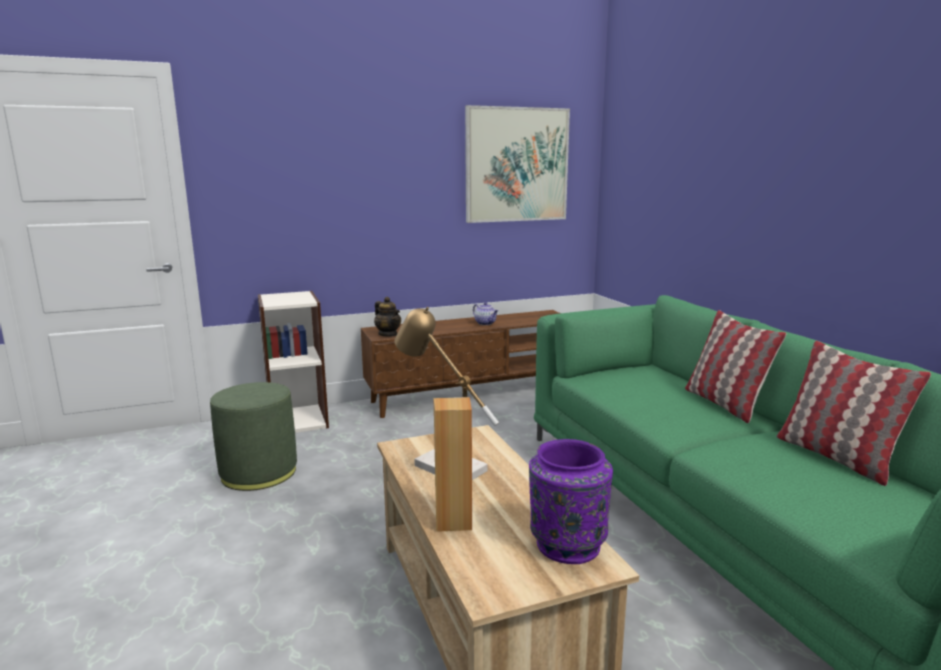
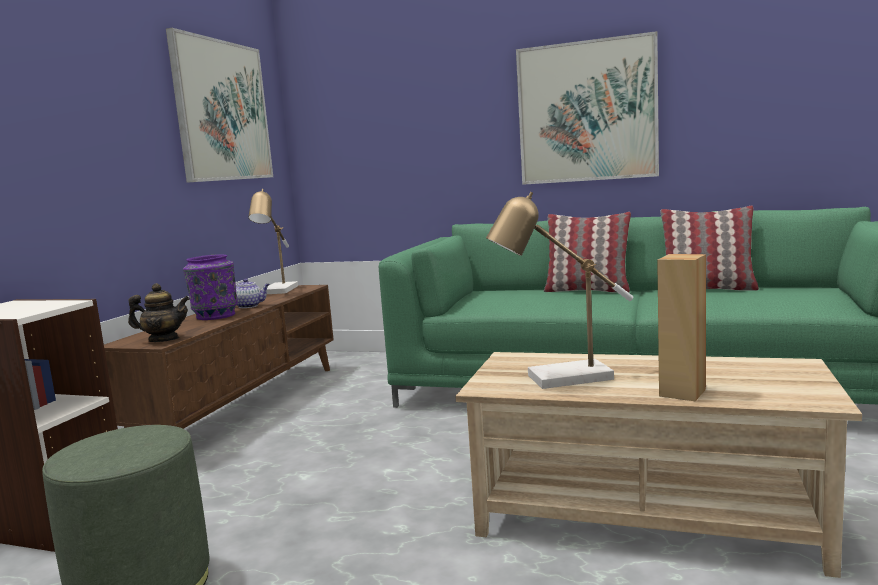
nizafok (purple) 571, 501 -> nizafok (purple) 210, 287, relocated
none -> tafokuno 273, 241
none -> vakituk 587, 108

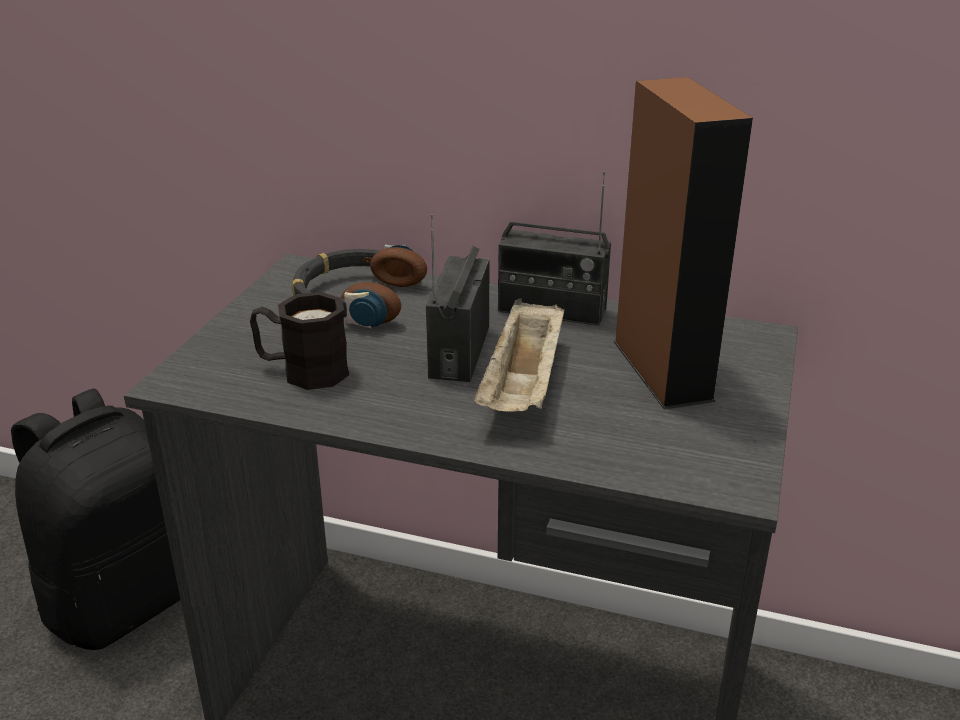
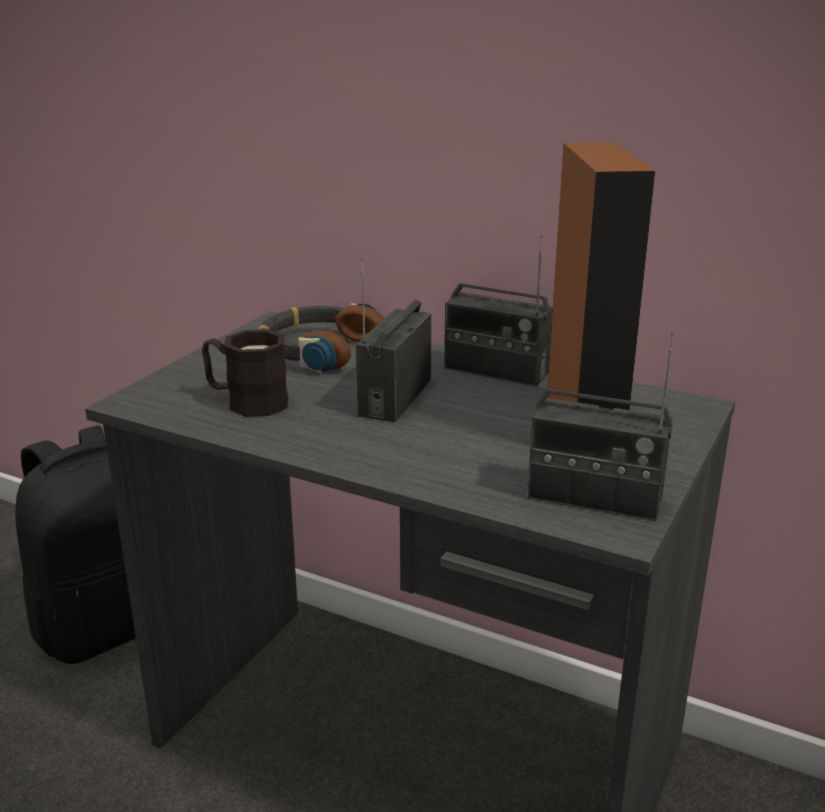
none -> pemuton 600, 426
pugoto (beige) 519, 355 -> none

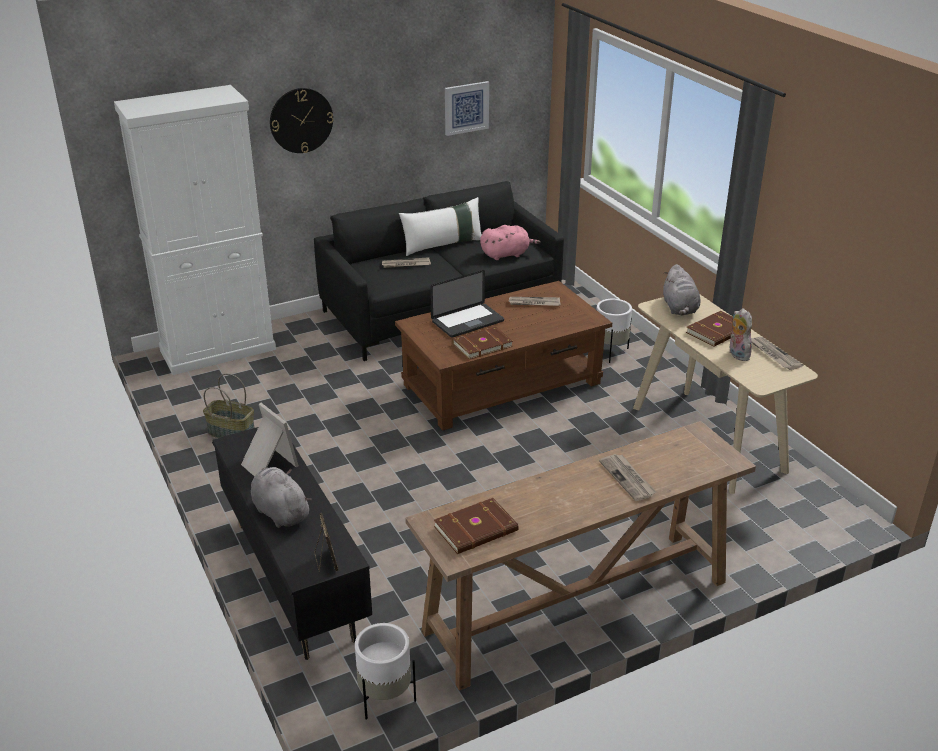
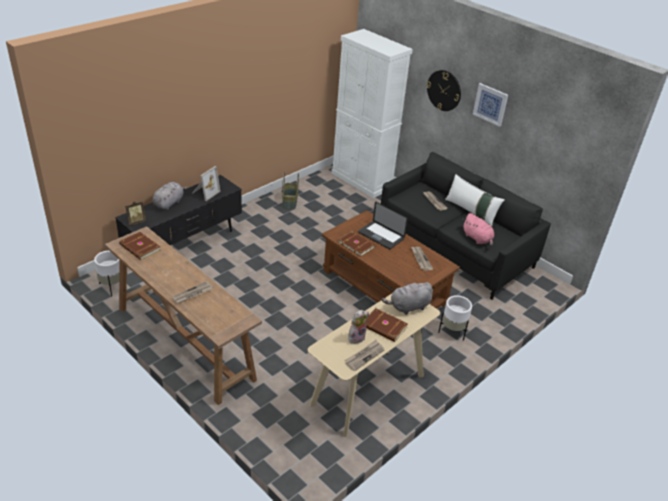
vakituk 467, 108 -> vakituk 490, 105, relocated

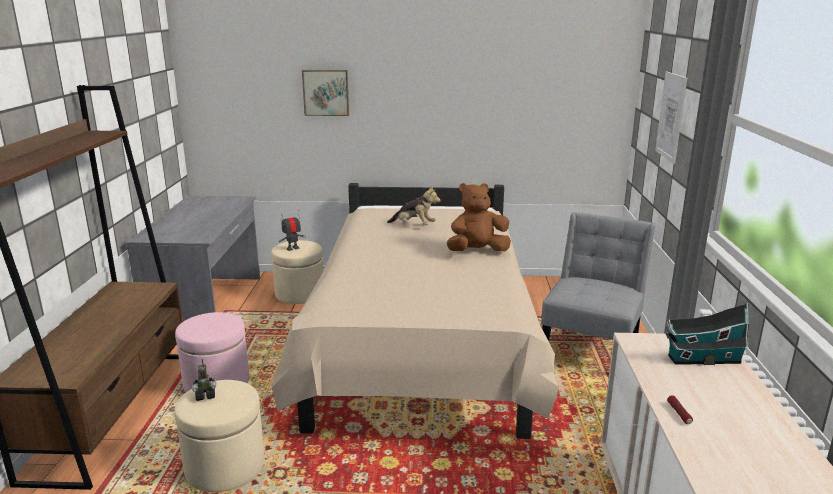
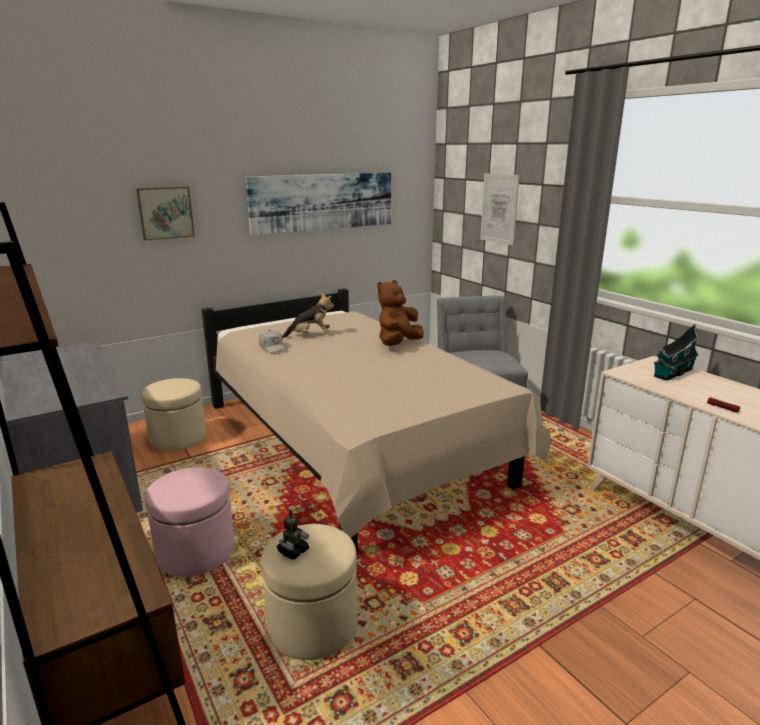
none -> vakituk 318, 204
none -> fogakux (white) 273, 341
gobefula 292, 231 -> none

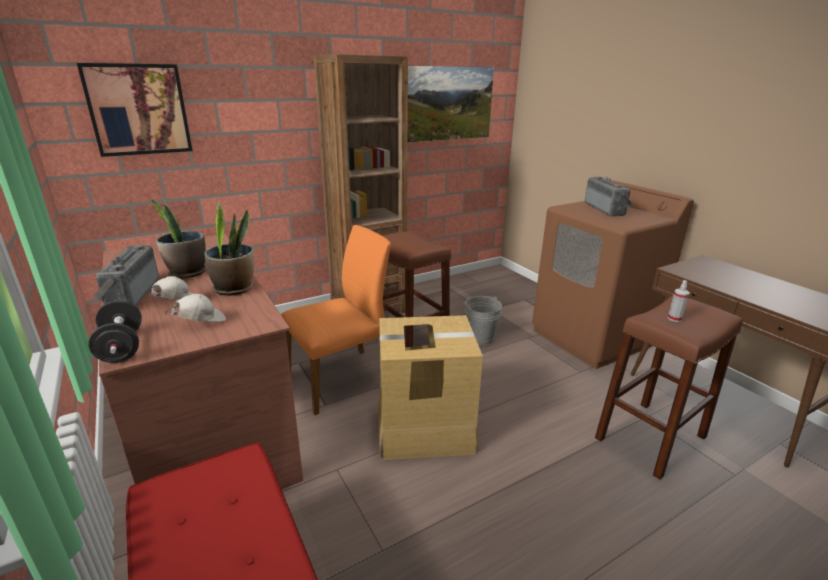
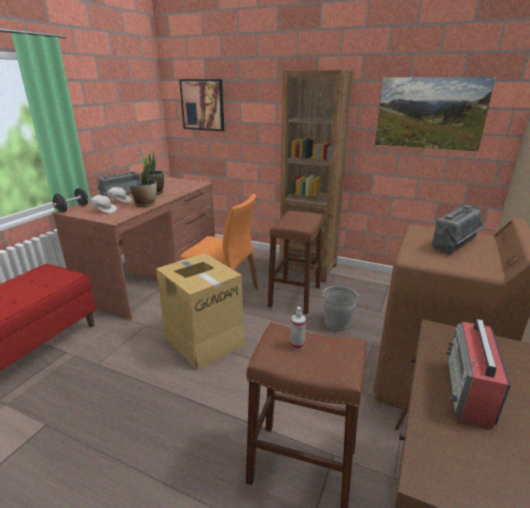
none -> pemuton 478, 374

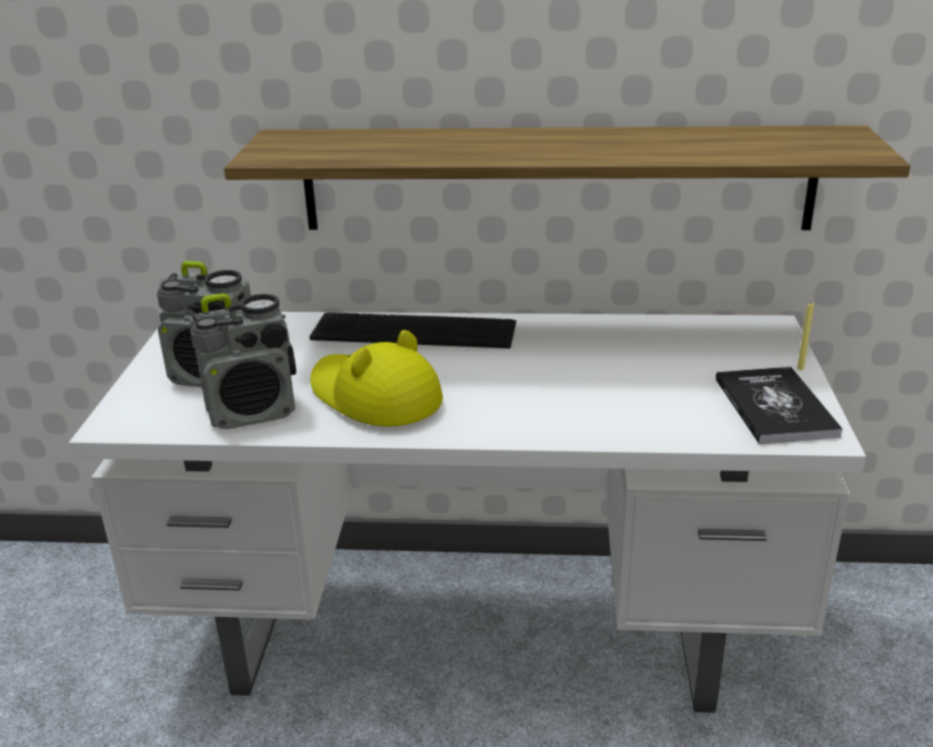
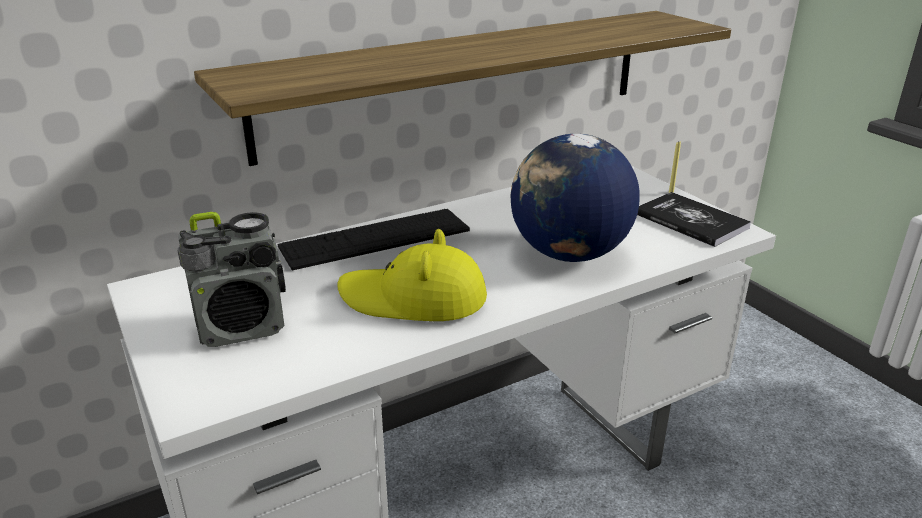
none -> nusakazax 575, 198
pemuton 243, 361 -> none

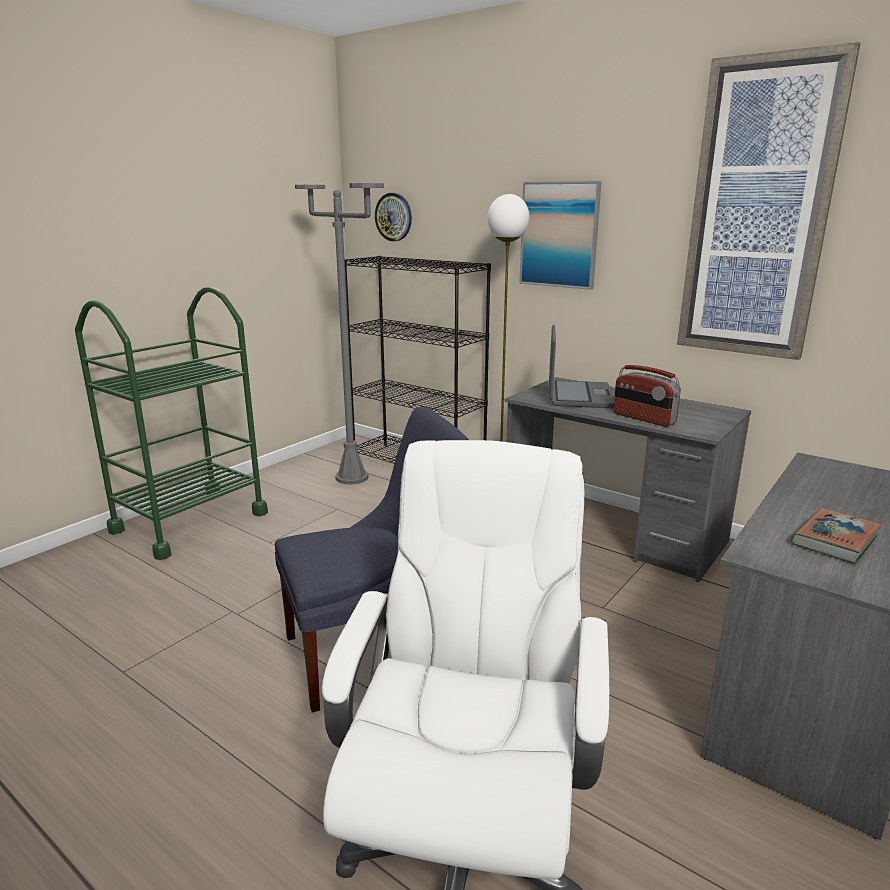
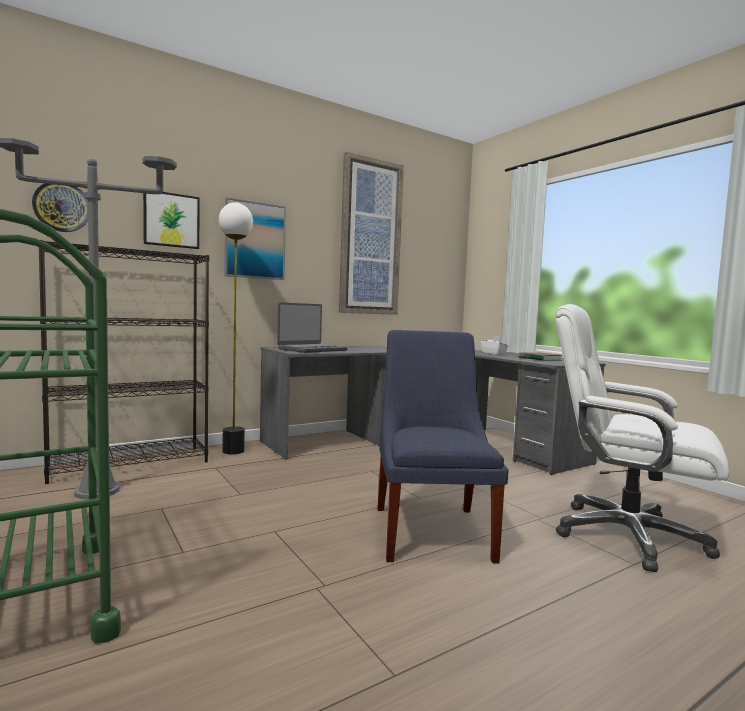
none -> vakituk 171, 220
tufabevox 581, 366 -> tufabevox 312, 327, 105 degrees clockwise
none -> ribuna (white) 494, 345
pemuton 647, 396 -> none

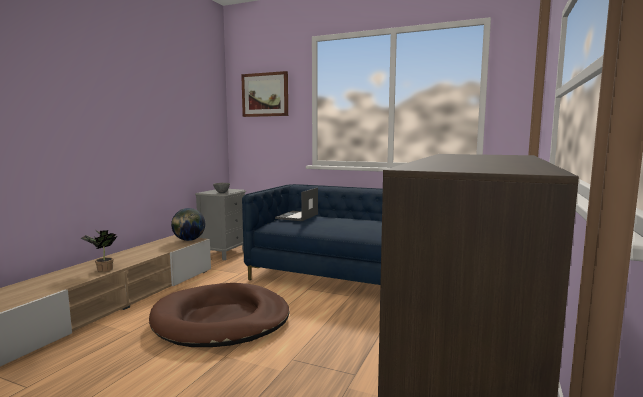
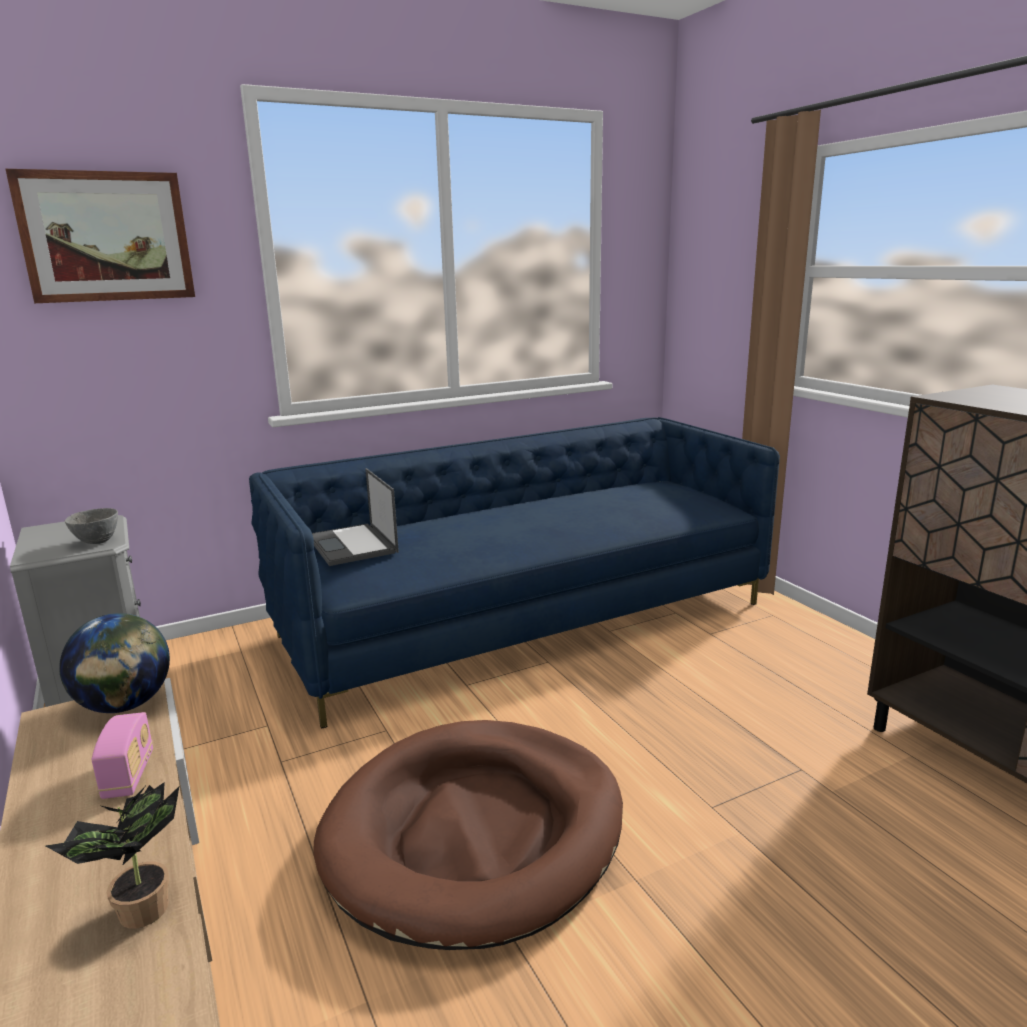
none -> pemuton 122, 755

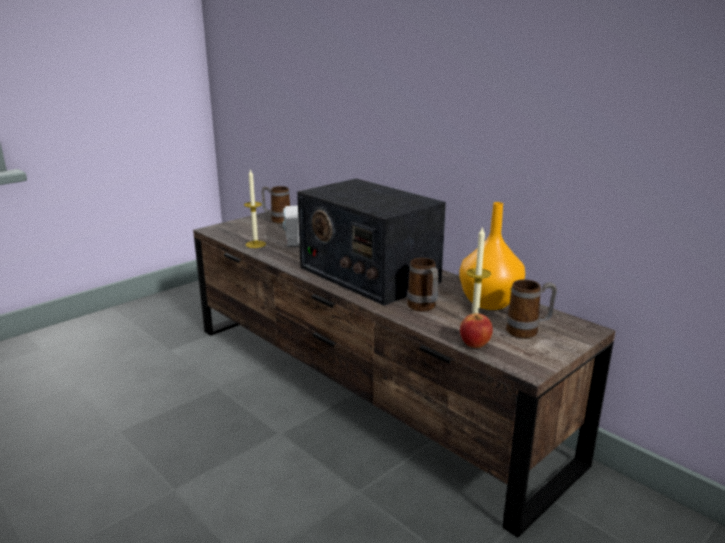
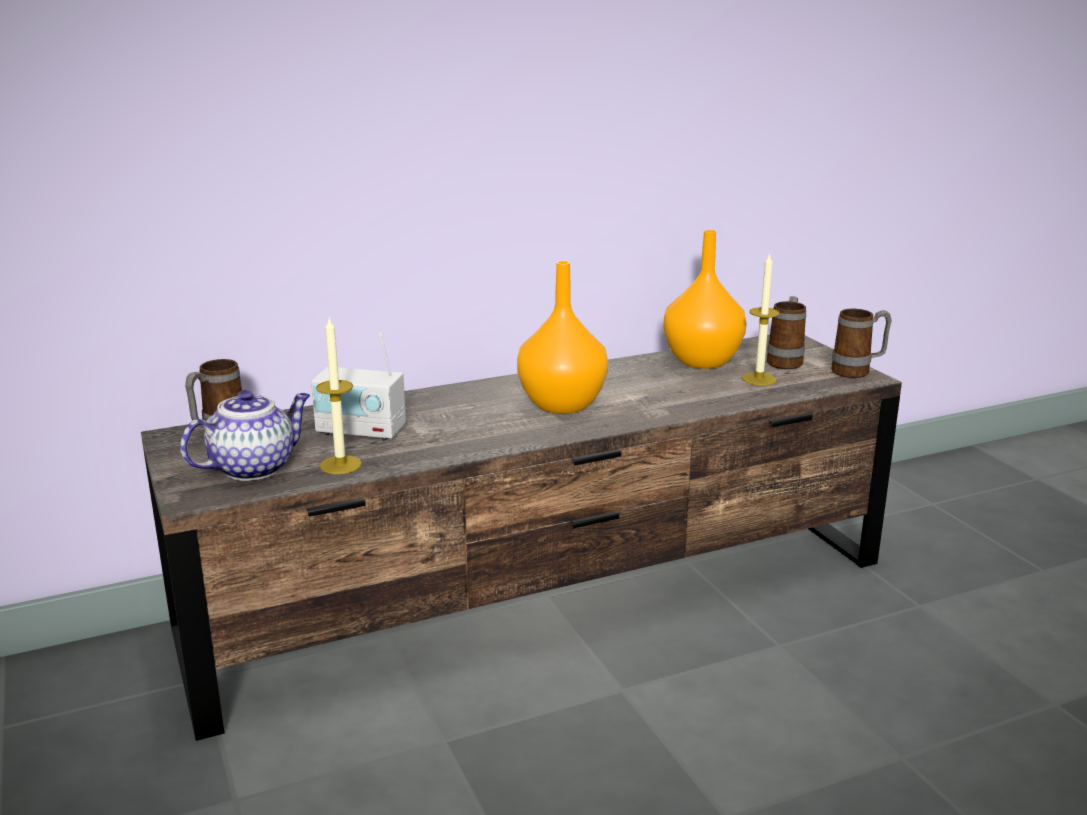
none -> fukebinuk 245, 435
pemuton 371, 242 -> nizafok (orange) 562, 337
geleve 423, 285 -> geleve 861, 343, relocated
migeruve 476, 330 -> none

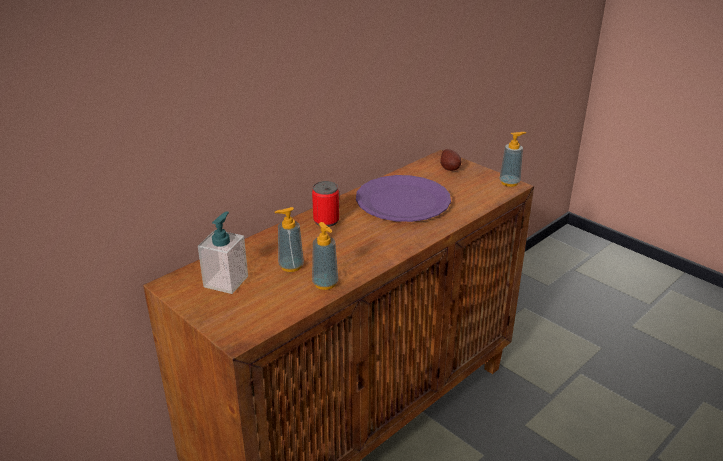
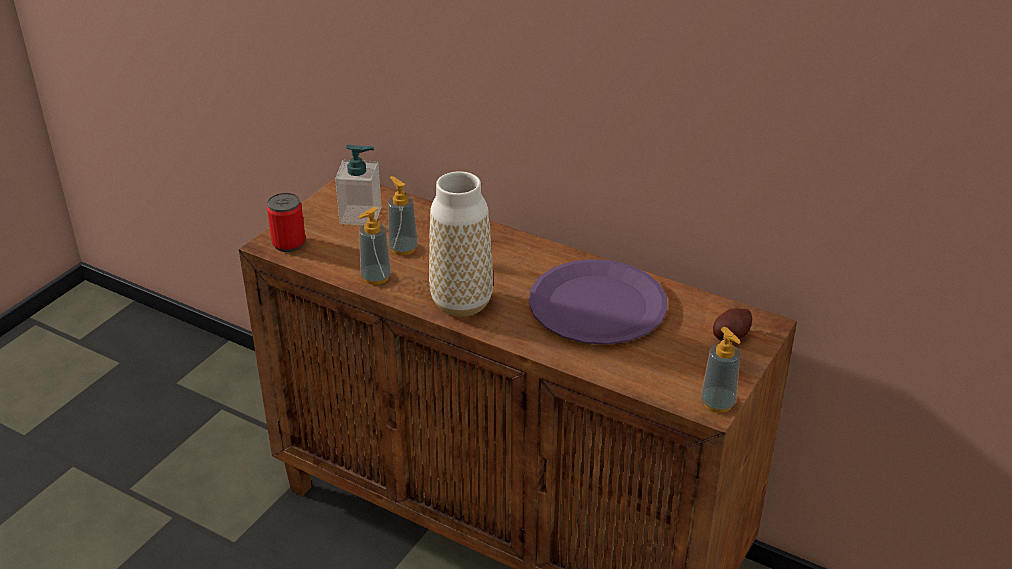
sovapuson 325, 204 -> sovapuson 286, 222, relocated
none -> nizafok 461, 244

